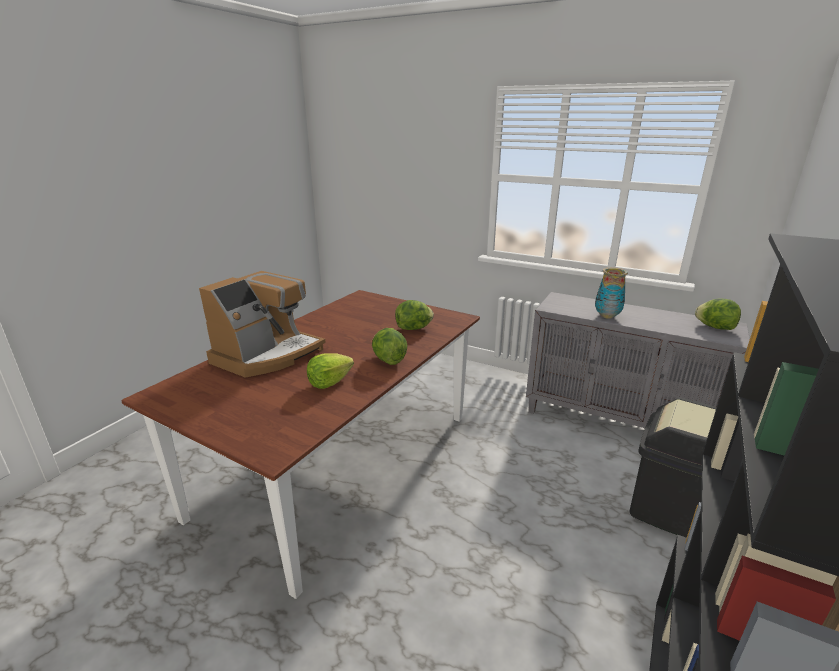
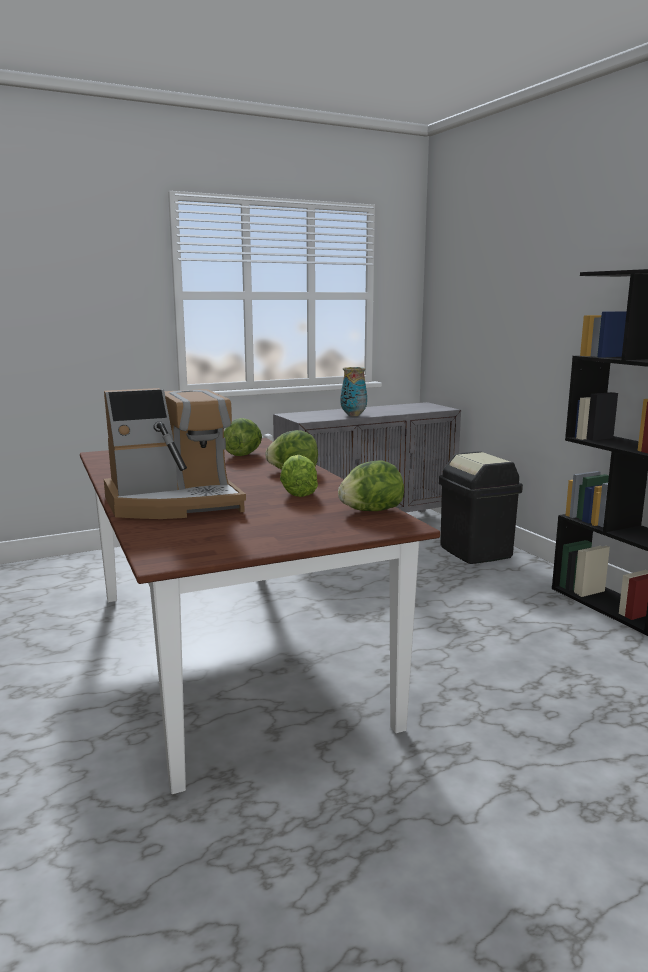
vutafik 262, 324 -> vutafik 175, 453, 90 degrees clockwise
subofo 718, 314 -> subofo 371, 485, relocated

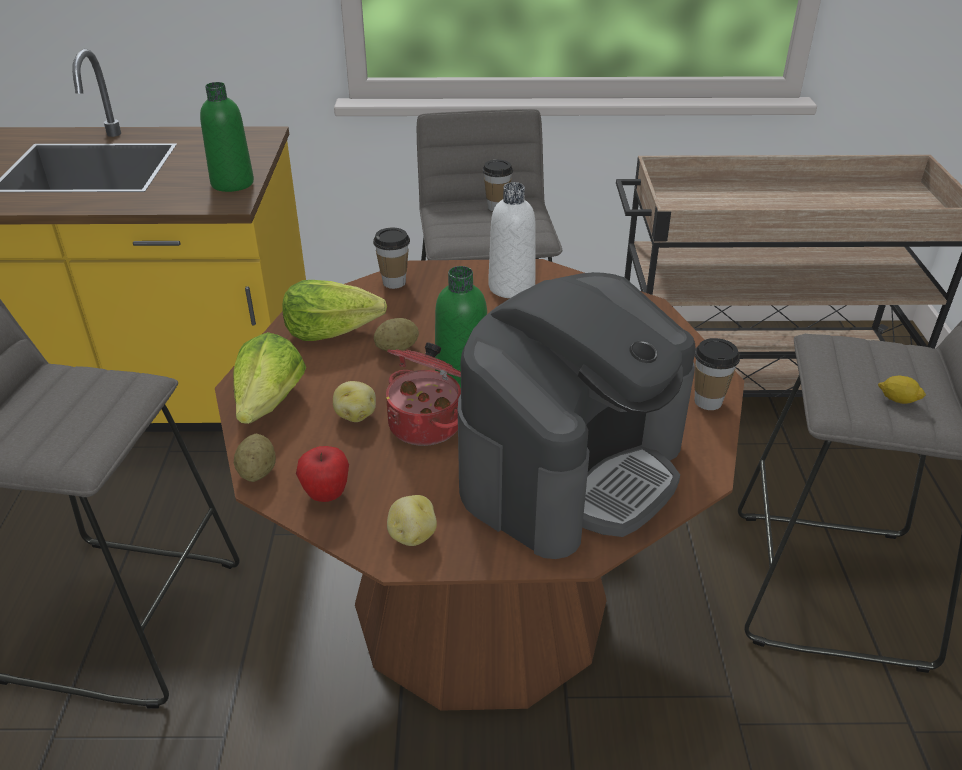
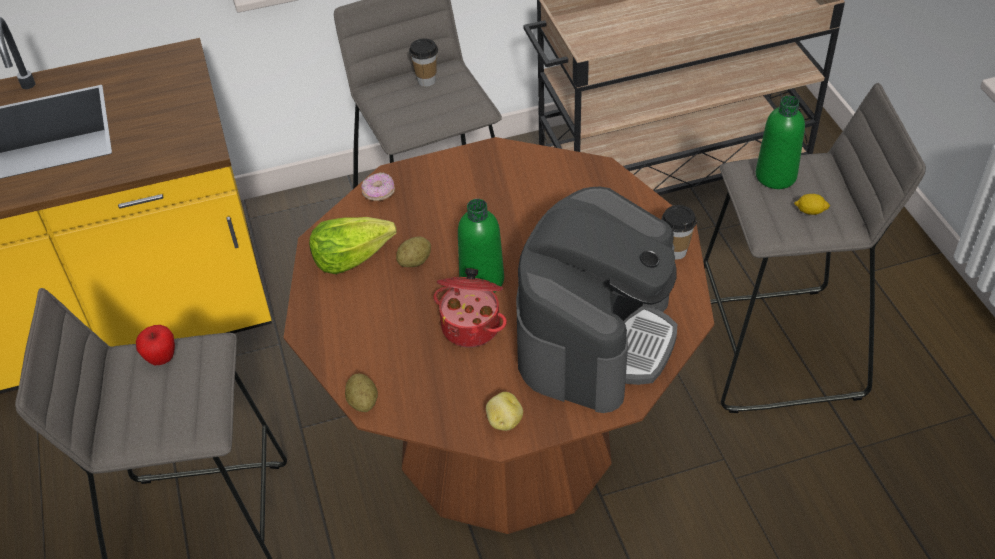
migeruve 322, 474 -> migeruve 155, 345, relocated
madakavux 391, 258 -> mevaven 378, 186
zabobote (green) 227, 137 -> zabobote (green) 780, 142, relocated
subofo 269, 378 -> none
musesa 354, 401 -> none
zabobote (white) 511, 240 -> none

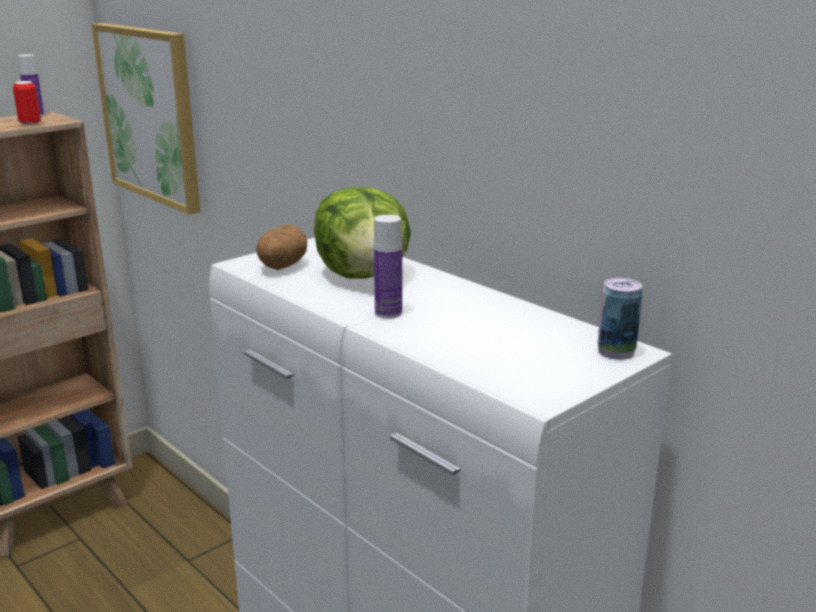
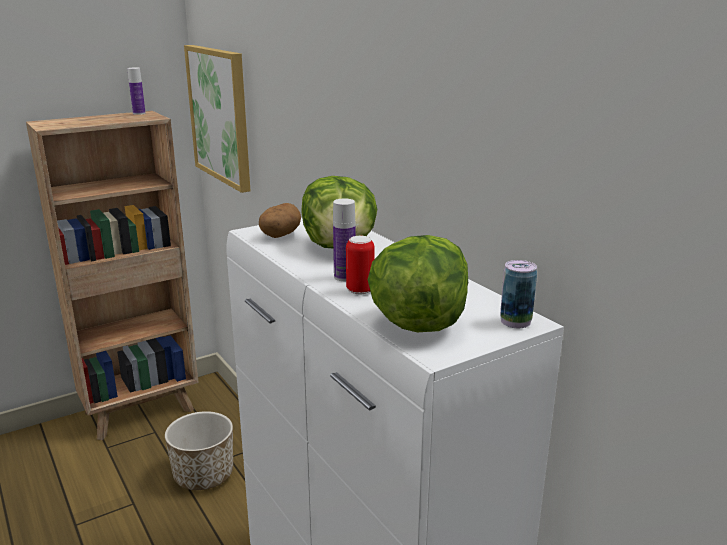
none -> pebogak 199, 450
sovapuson 27, 103 -> sovapuson 360, 265, relocated
none -> subofo 418, 283

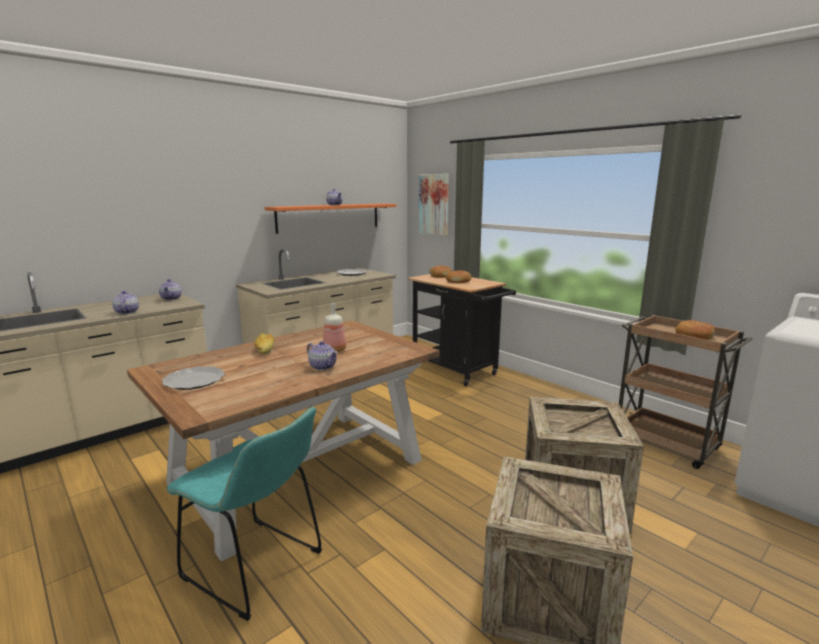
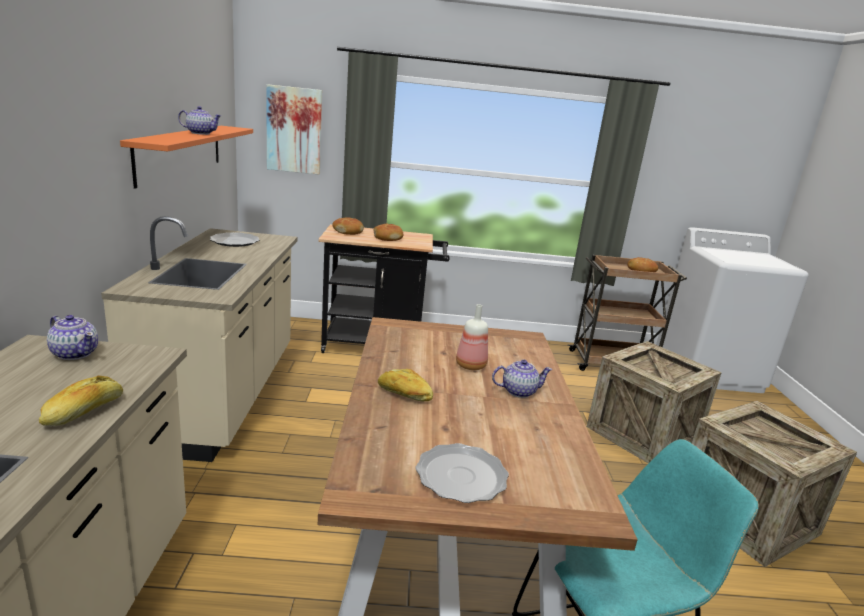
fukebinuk 125, 302 -> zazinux 81, 401

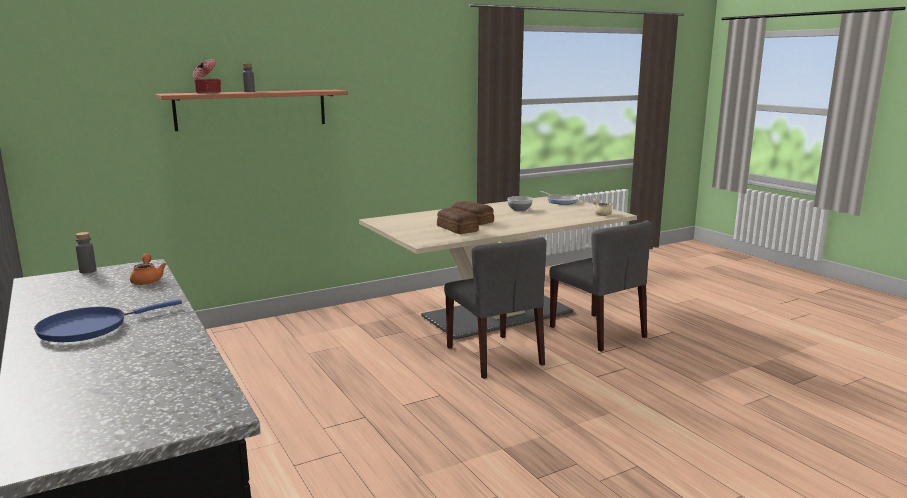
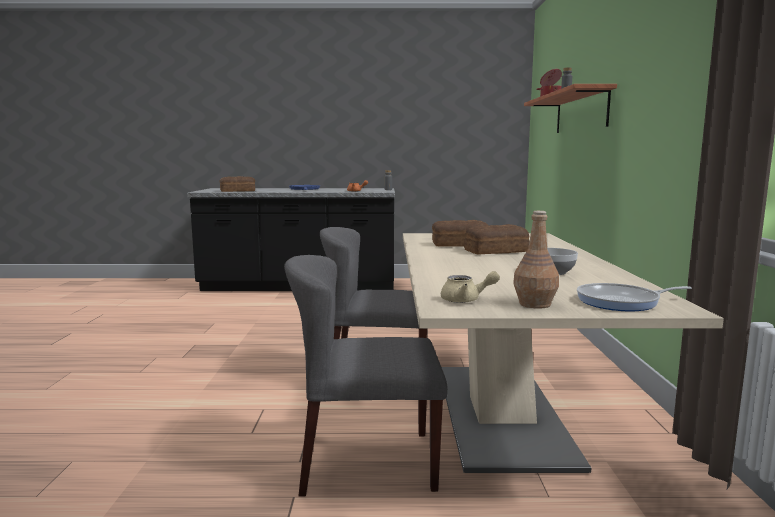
none -> zazinux 237, 184
none -> zabobote (brown) 536, 260

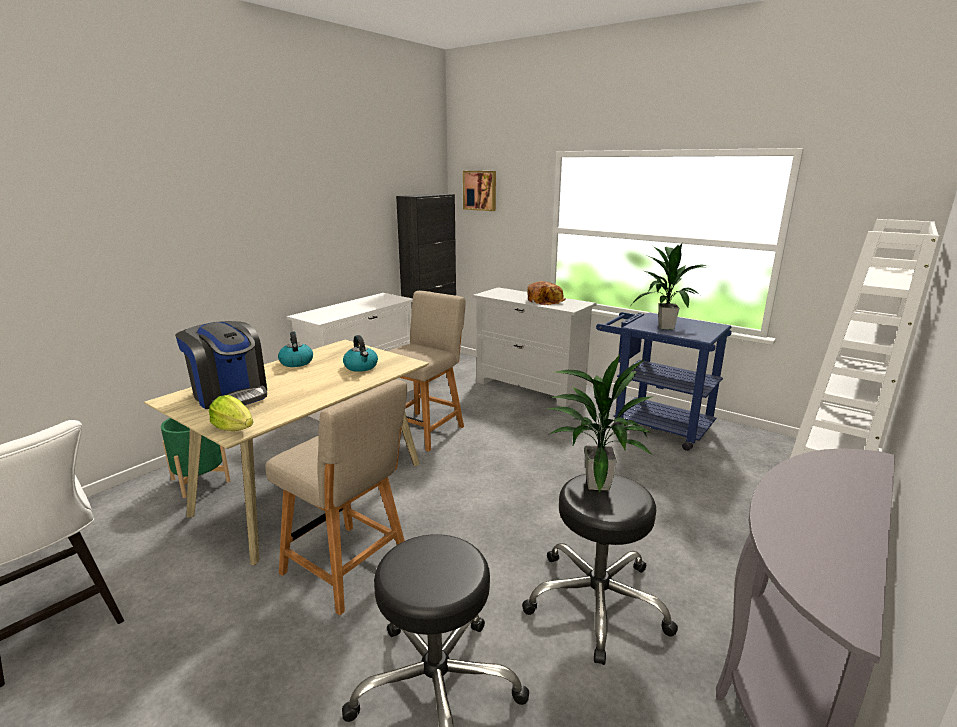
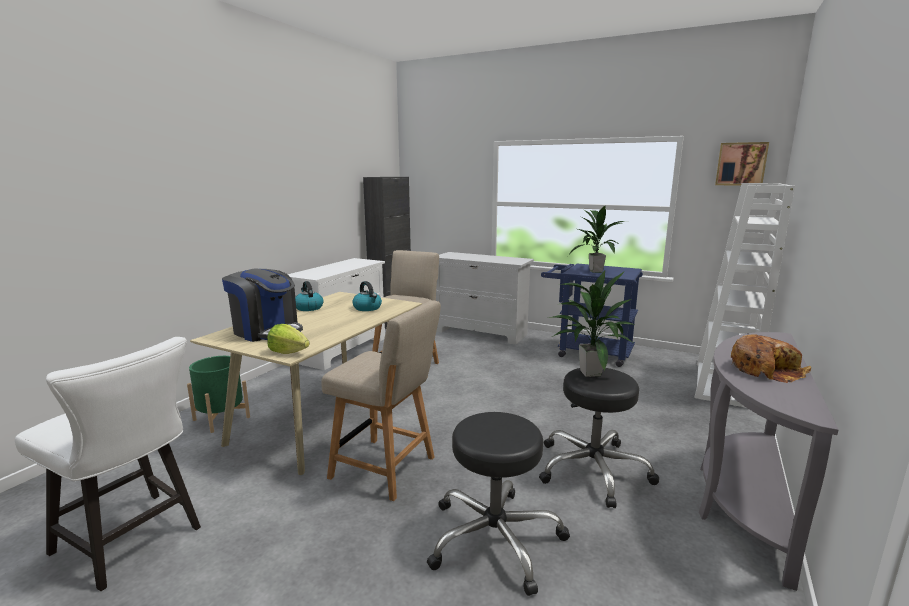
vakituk 479, 191 -> vakituk 742, 164, relocated
zazinux 546, 293 -> zazinux 771, 358, relocated

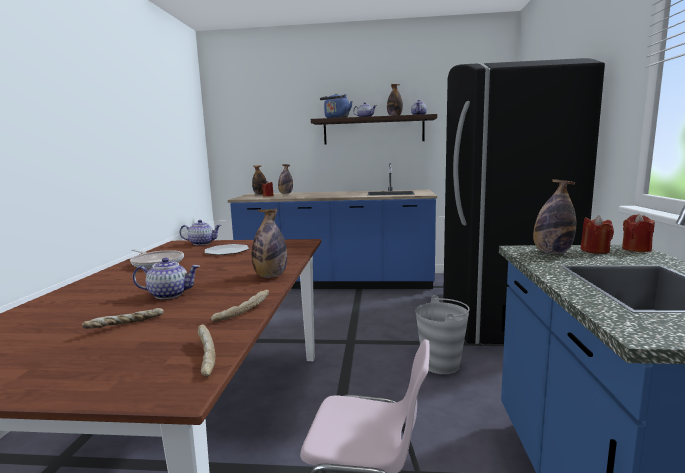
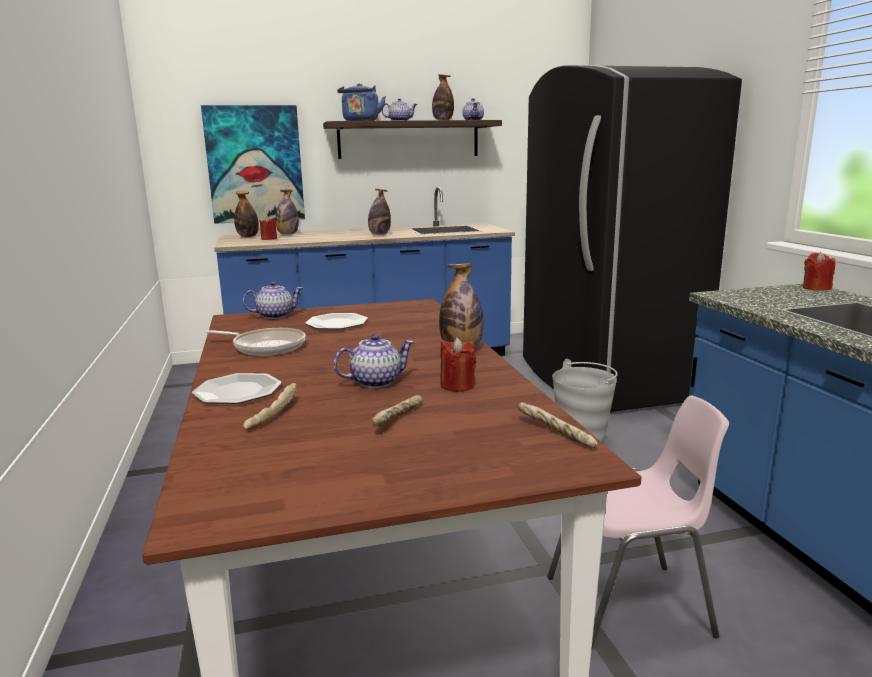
none -> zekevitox 237, 388
none -> vakituk 253, 164
zazinux 240, 306 -> zazinux 270, 406, relocated
zabobote 554, 216 -> zabobote 379, 212, relocated
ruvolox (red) 597, 234 -> ruvolox (red) 458, 365, relocated

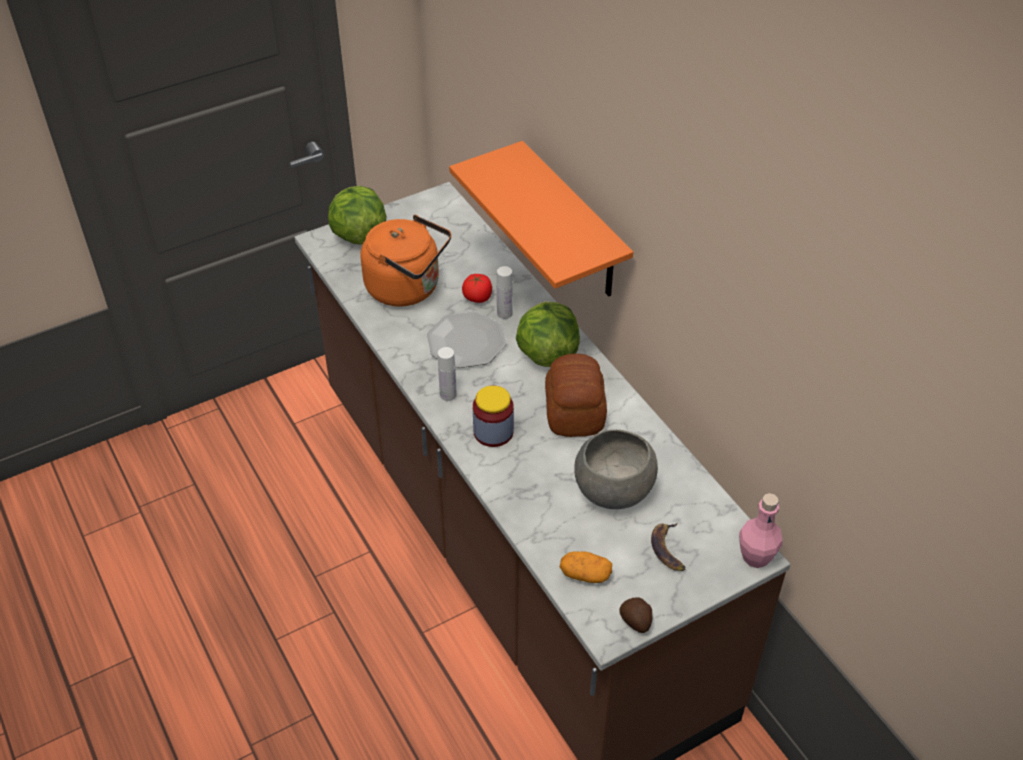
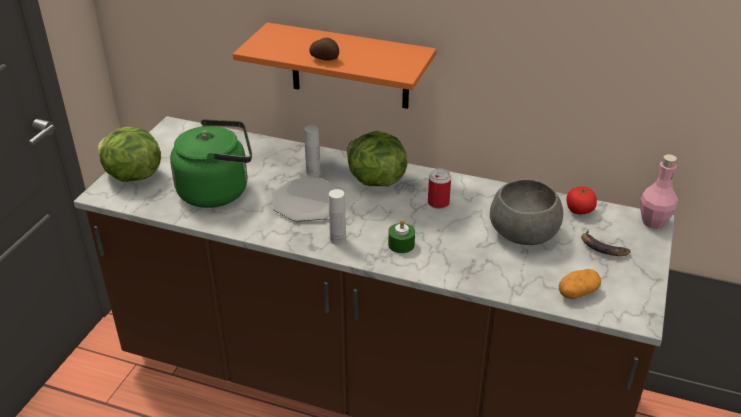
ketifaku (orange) 406, 261 -> ketifaku (green) 211, 163
musesa 635, 615 -> musesa 324, 49, relocated
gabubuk 493, 416 -> ruvolox (green) 401, 236
zazinux 576, 395 -> sovapuson 439, 189
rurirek 477, 288 -> rurirek 581, 200, relocated

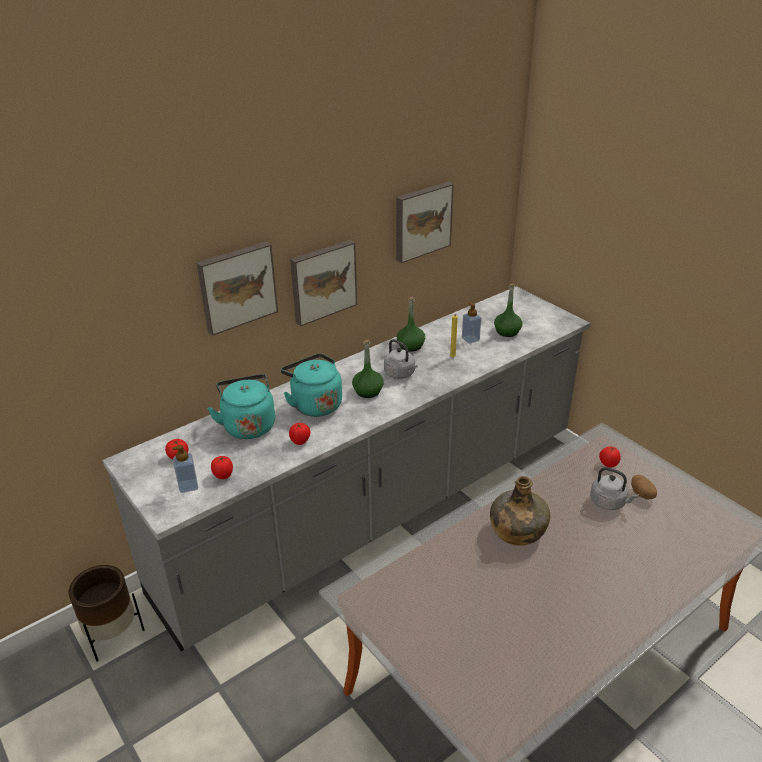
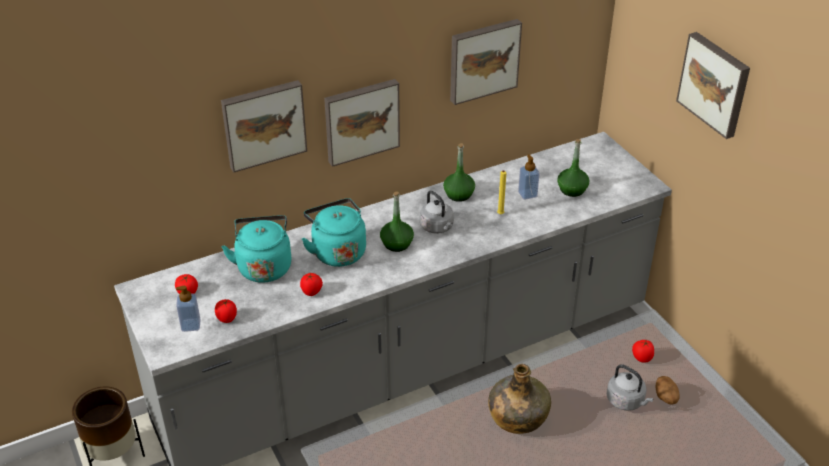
none -> vakituk 713, 85

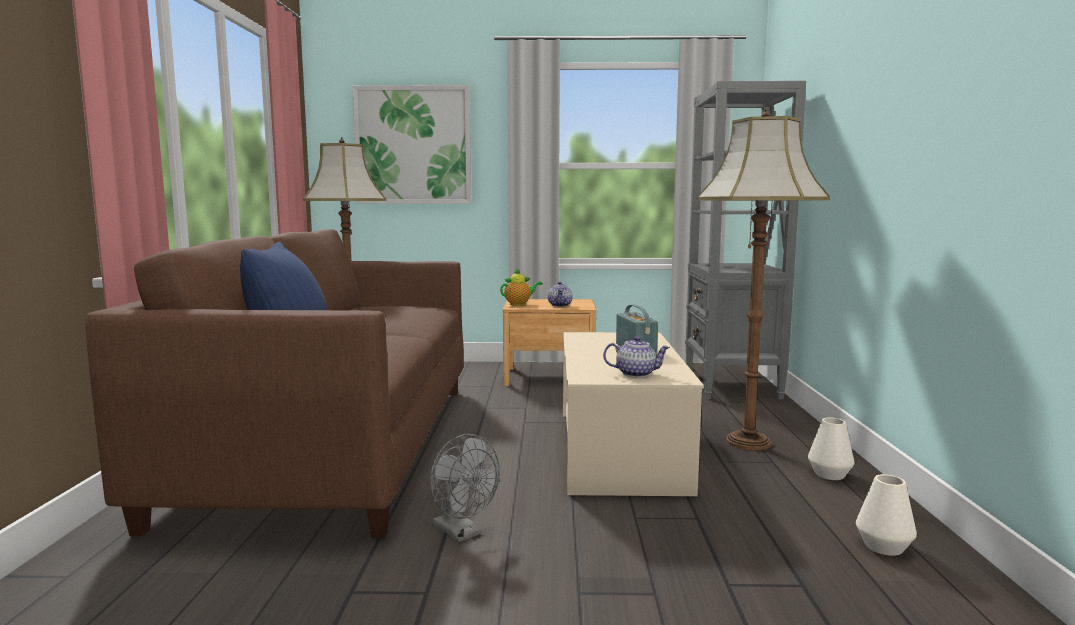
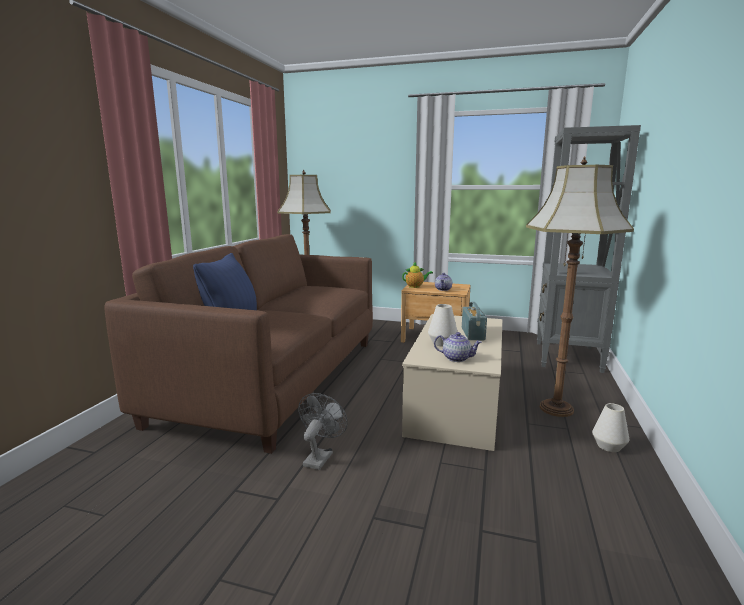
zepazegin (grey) 465, 488 -> zepazegin (grey) 323, 431, 135 degrees counterclockwise
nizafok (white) 886, 515 -> nizafok (white) 443, 325, relocated
vakituk 411, 144 -> none

